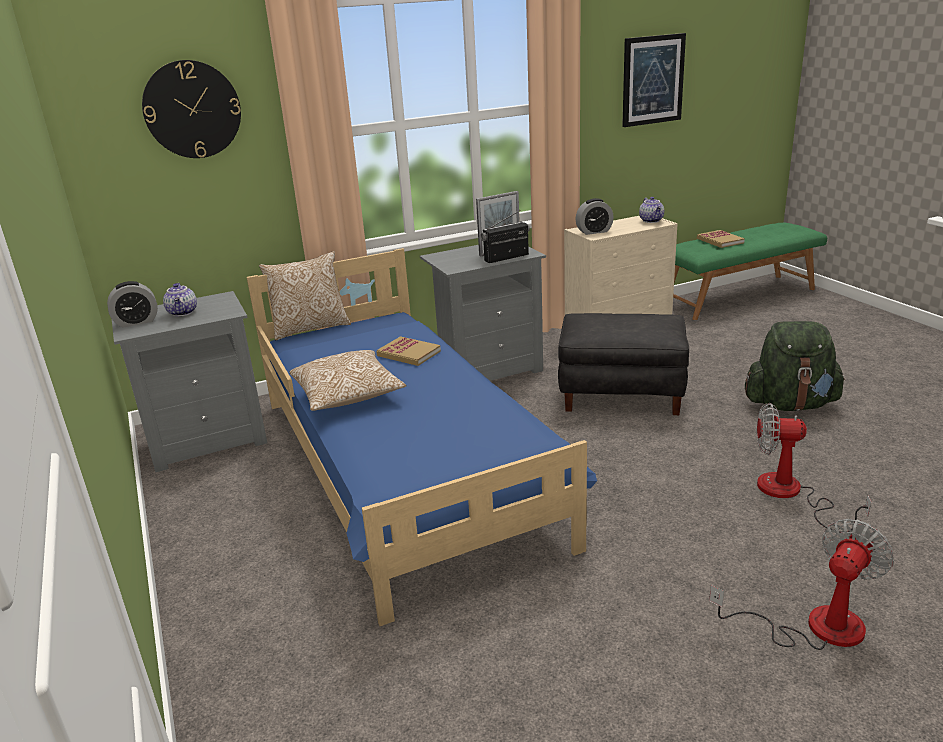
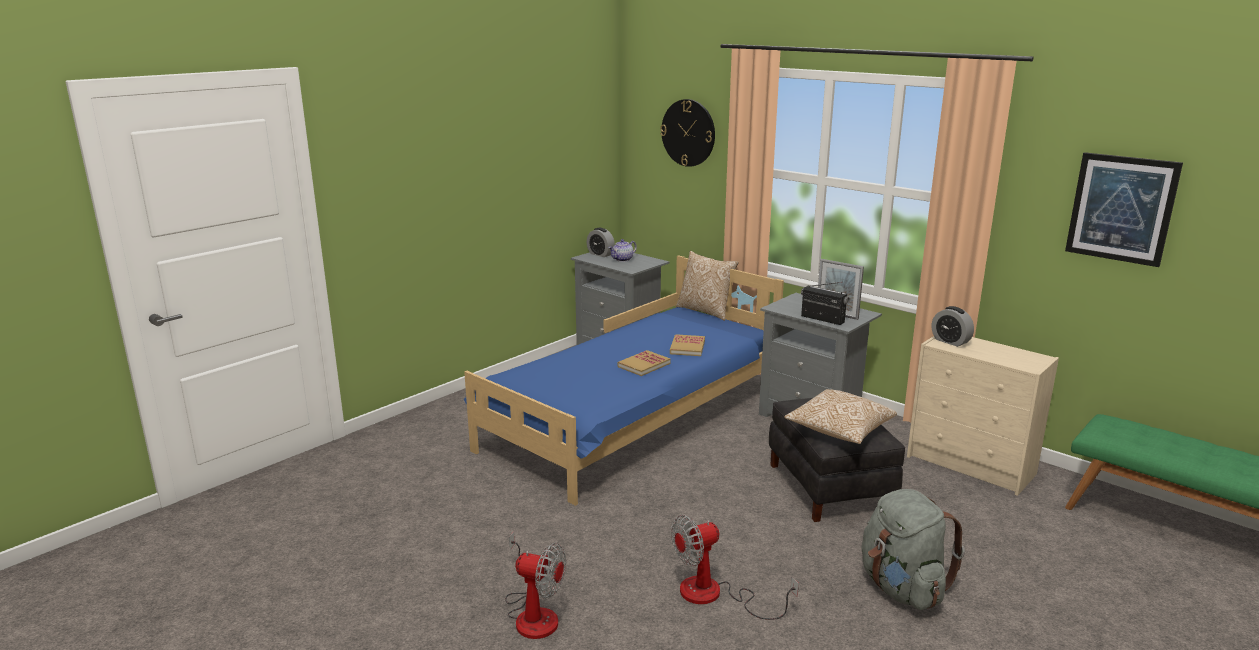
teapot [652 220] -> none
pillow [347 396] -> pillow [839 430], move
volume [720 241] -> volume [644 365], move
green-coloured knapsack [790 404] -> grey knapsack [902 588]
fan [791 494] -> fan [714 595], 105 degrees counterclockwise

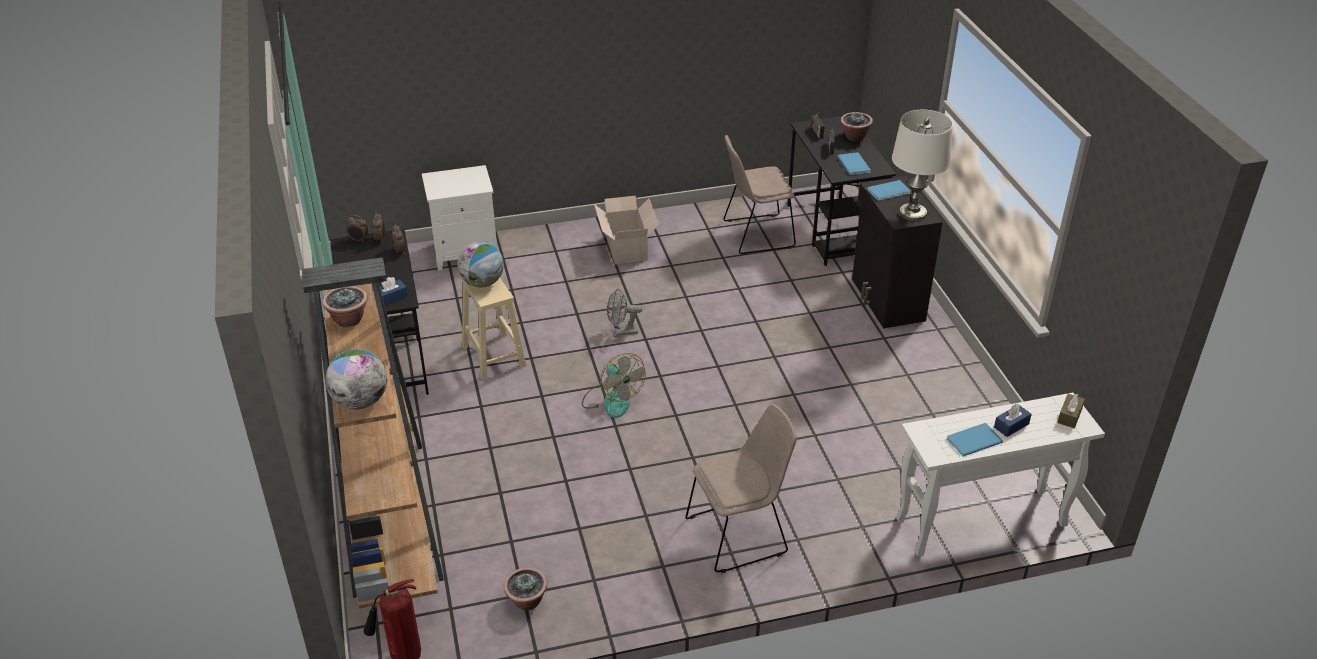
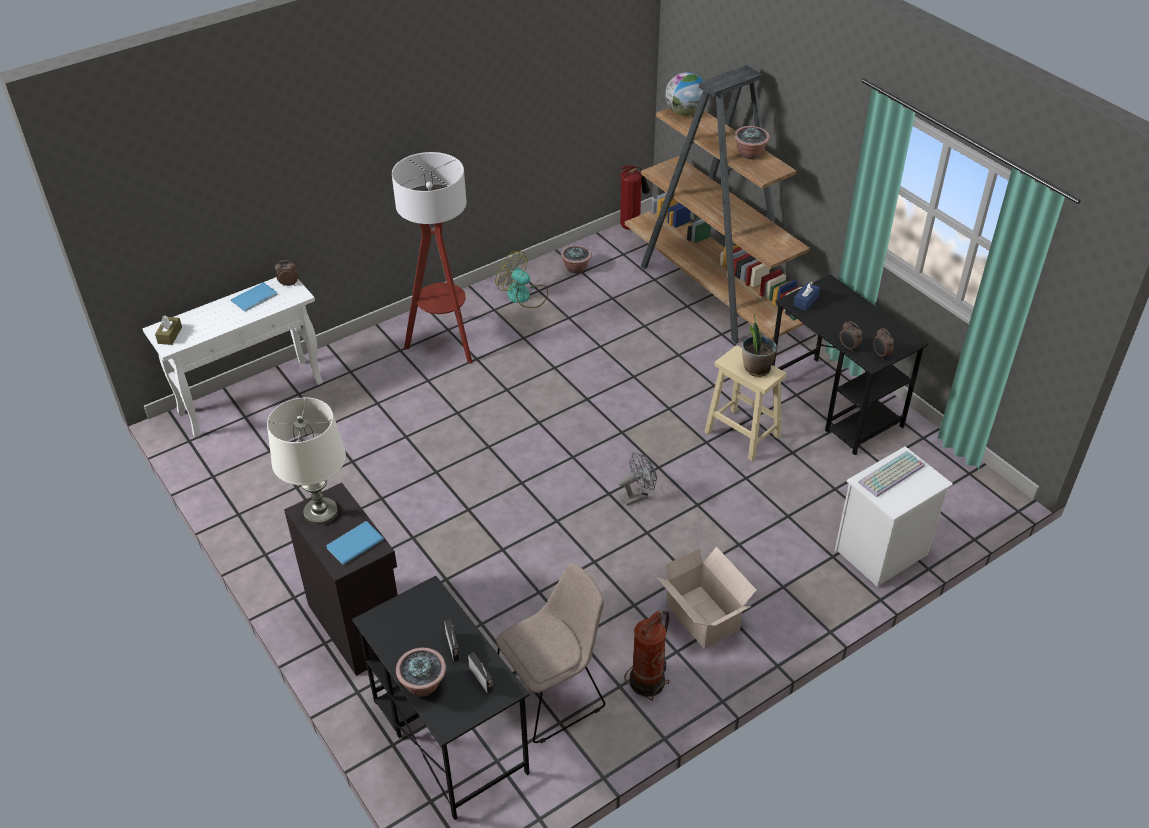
blue volume [854 164] -> none
blue tissue holder [1011 426] -> none
none -> fire extinguisher [649 681]
none -> PC keyboard [892 475]
table clock [358 240] -> table clock [289 284], move
fan [612 399] -> fan [524 296], move
world globe [482 283] -> potted plant [756 368]
beige plain chair [739 534] -> floor lamp [445 343]

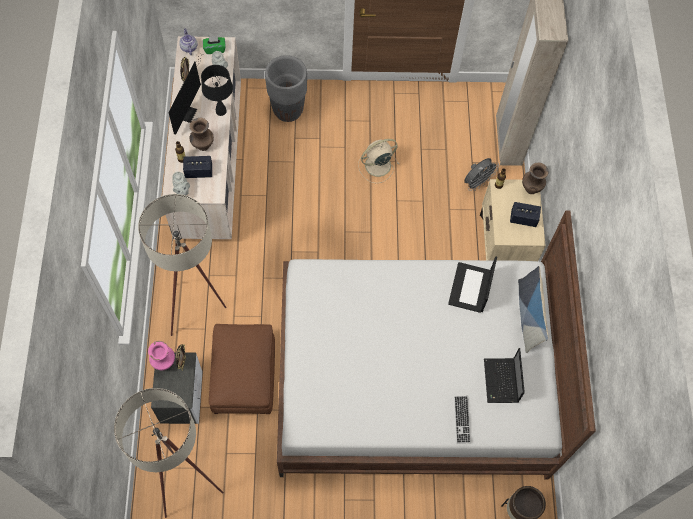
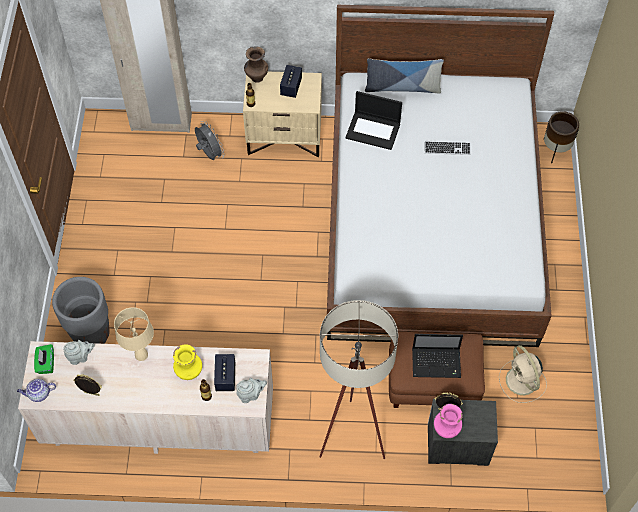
beige floor lamp [185 479] -> none
computer display [188 111] -> none
beige fan [376 166] -> beige fan [522 382], move
PC keyboard [462 420] -> PC keyboard [447 149], move
portable computer [501 382] -> portable computer [437 363], move
brown vase [203 146] -> yellowish vase [189 374]
black tabletop lamp [221 111] -> beige tabletop lamp [141 355]

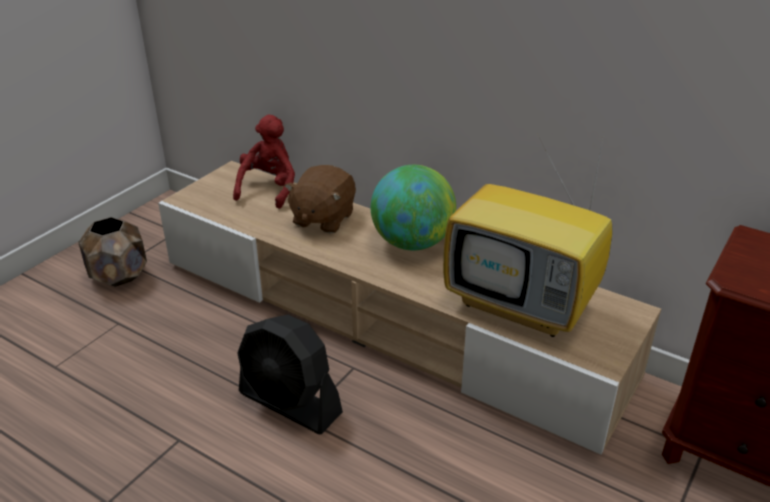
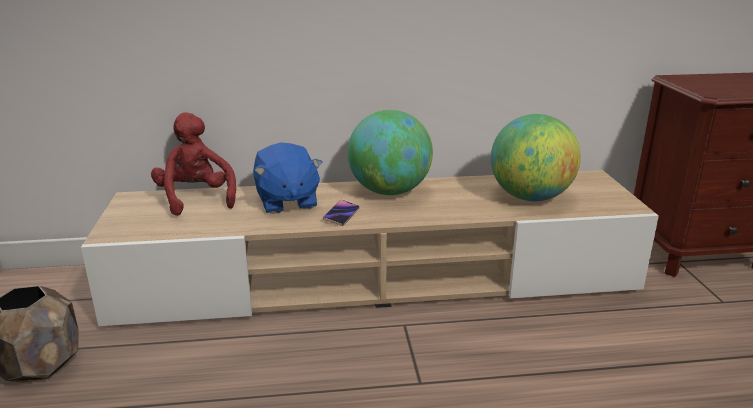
black fan [290 403] -> none
none -> phone [341 215]
television [523 305] -> world globe [530 197]
brown plush toy [322 219] -> blue plush toy [286 202]

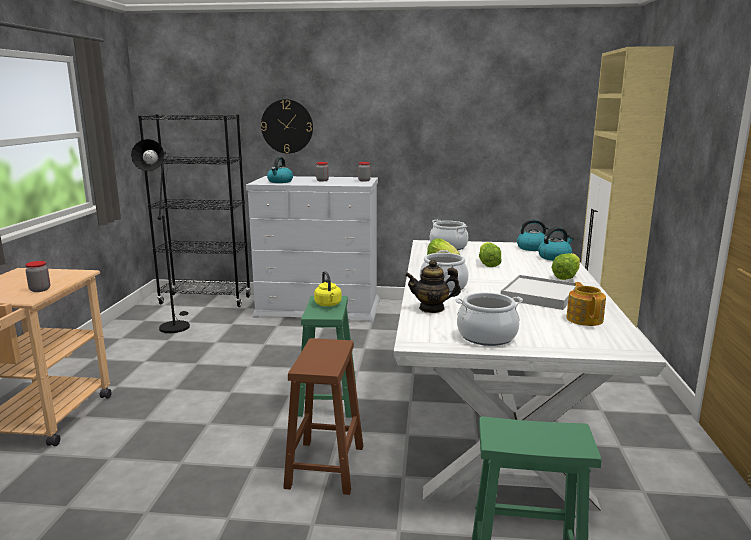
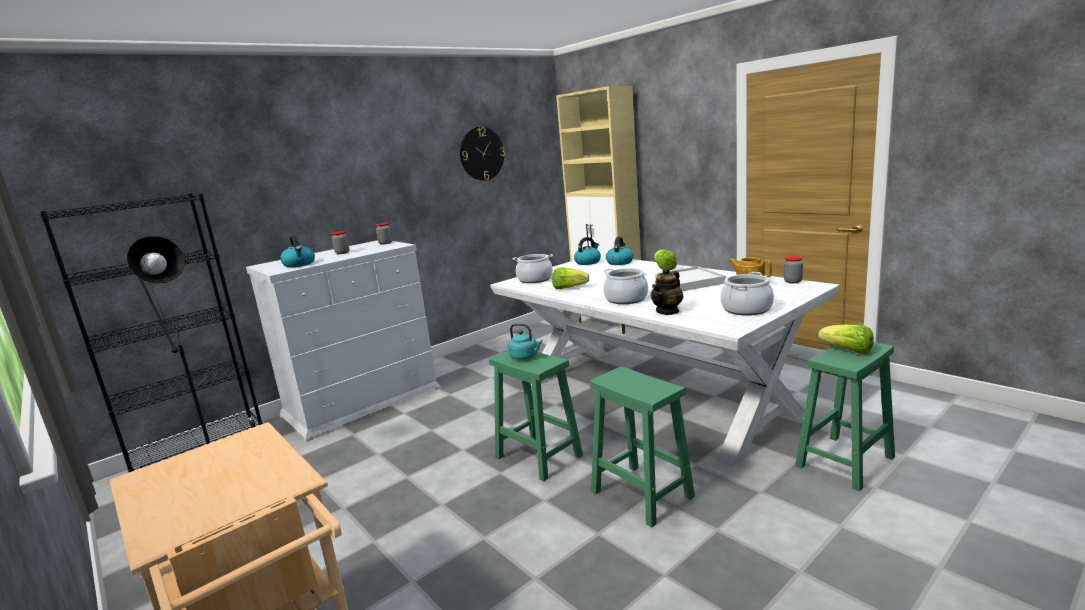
preserve jar [40 290] -> preserve jar [793 281], move
clock on the wall [287 126] -> clock on the wall [481 153], move
lettuce [488 264] -> lettuce [847 351], move
brown sitting stool [325 465] -> green-coloured sitting stool [640 493]
yellowish tea kettle [328 304] -> turquoise tea kettle [525 357]

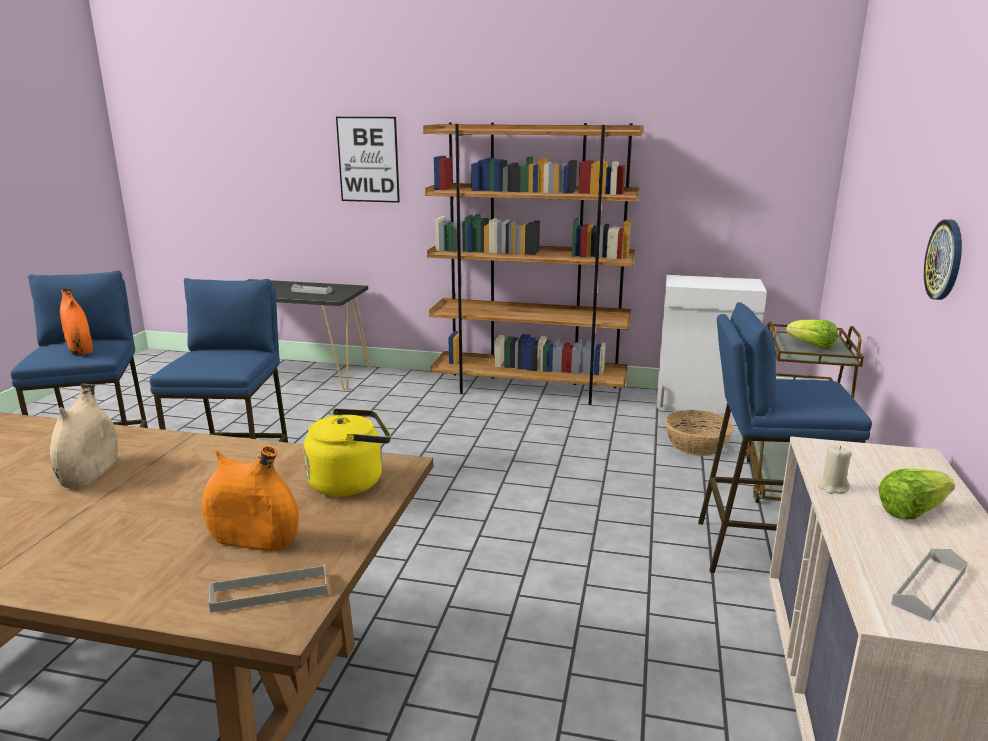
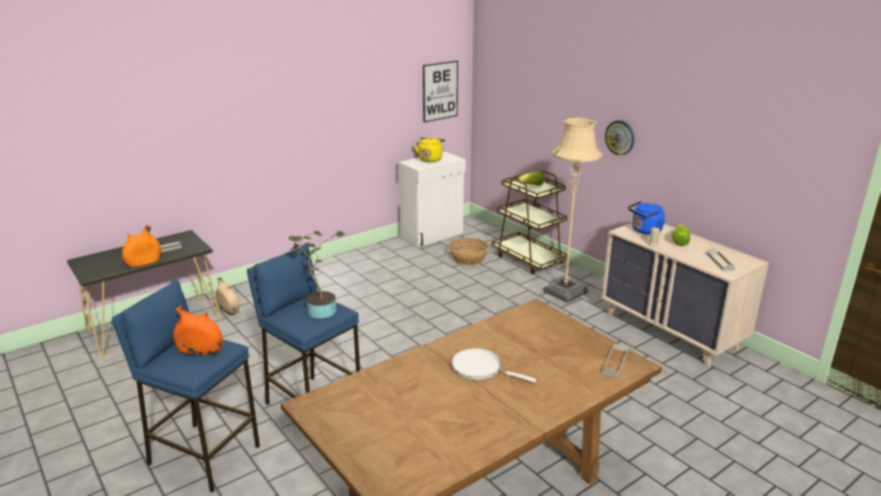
brown shelving unit [529 389] -> none
none -> potted plant [319 310]
none -> white frying pan [480 368]
none -> blue tea kettle [645 231]
beige vase [90 473] -> beige vase [228 310], move
orangey vase [254 539] -> orangey vase [144 262], move
yellowish tea kettle [351 482] -> yellowish tea kettle [430 159], move
wall art [368 159] -> wall art [440 91], move
blue sitting stool [762 549] -> beige floor lamp [565 292]

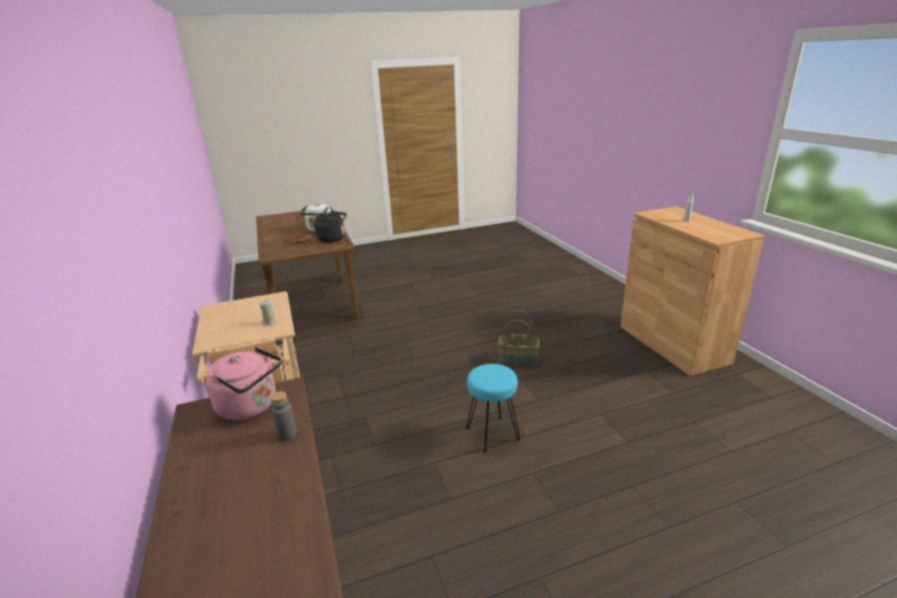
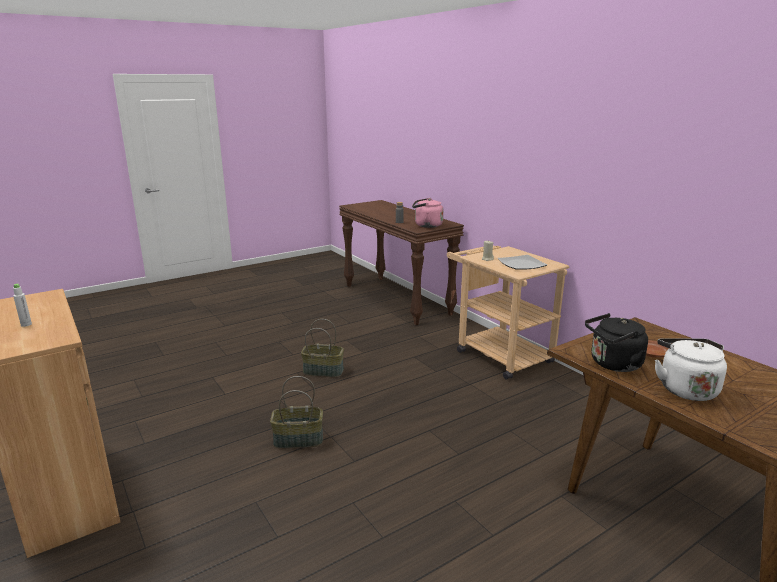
none -> dinner plate [521 264]
turquoise sitting stool [492 434] -> basket [324 371]

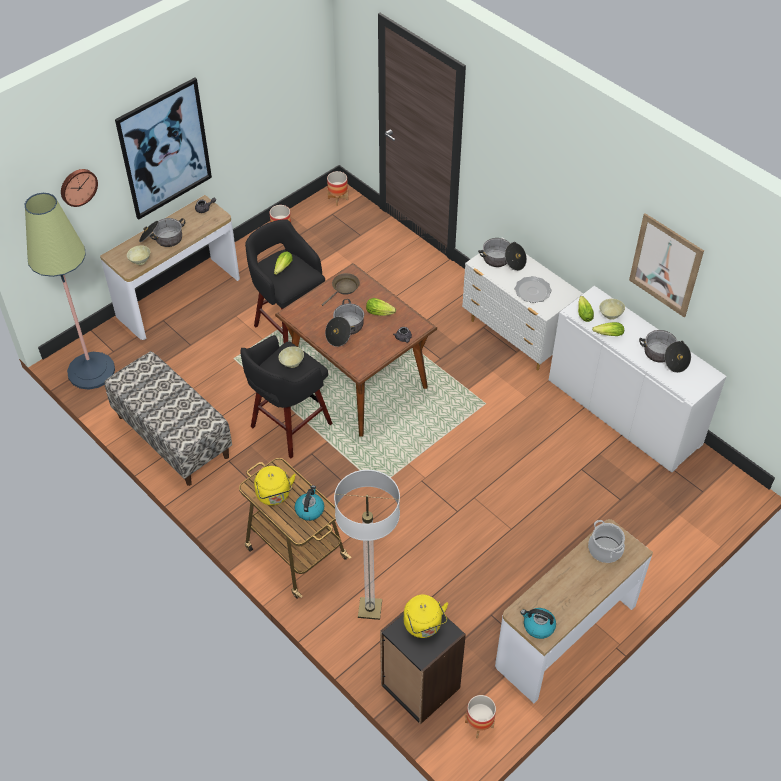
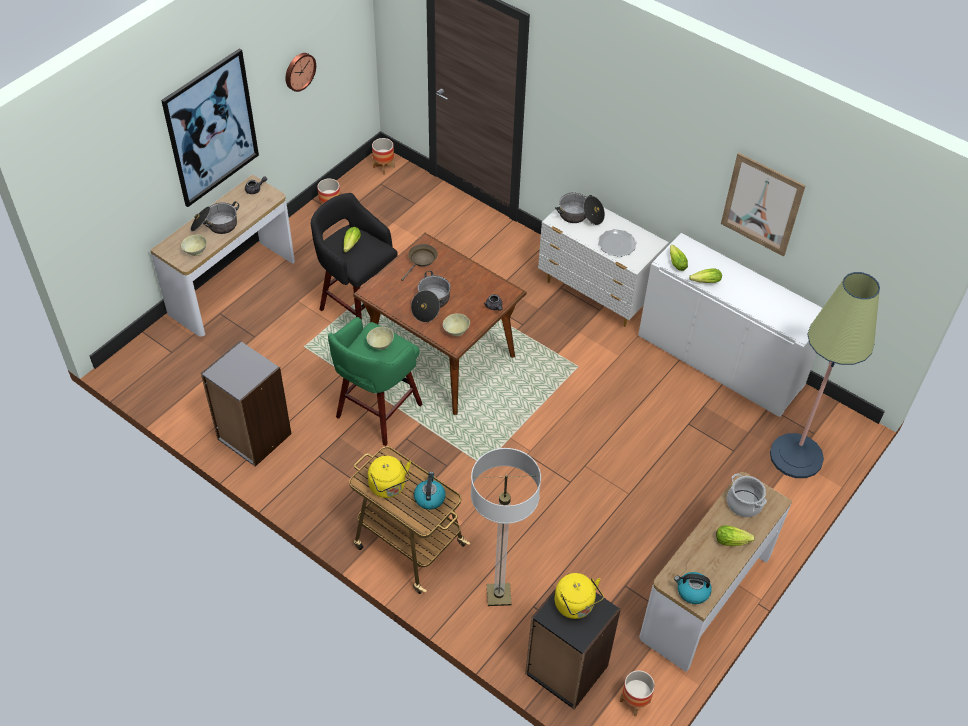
stockpot [664 357] -> none
floor lamp [91 371] -> floor lamp [796 456], move
clock on the wall [78 186] -> clock on the wall [299 71], move
lettuce [381 313] -> lettuce [733 541], move
beige bowl [610 315] -> beige bowl [456 331], move
indoor bench [172 436] -> grey shelving unit [253 437]
black sitting stool [289 427] -> green-coloured sitting stool [377 413]

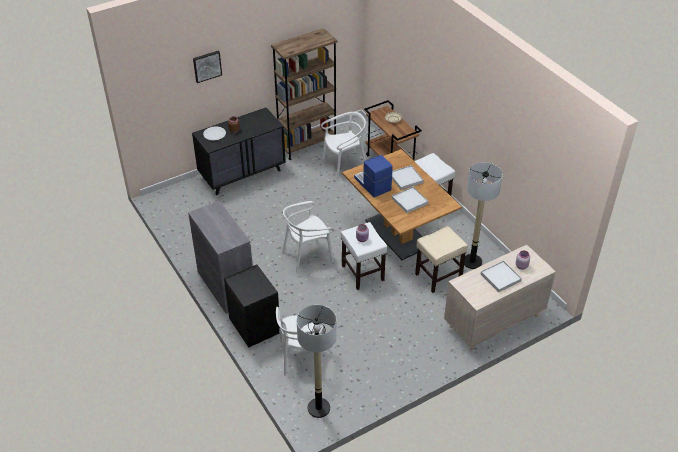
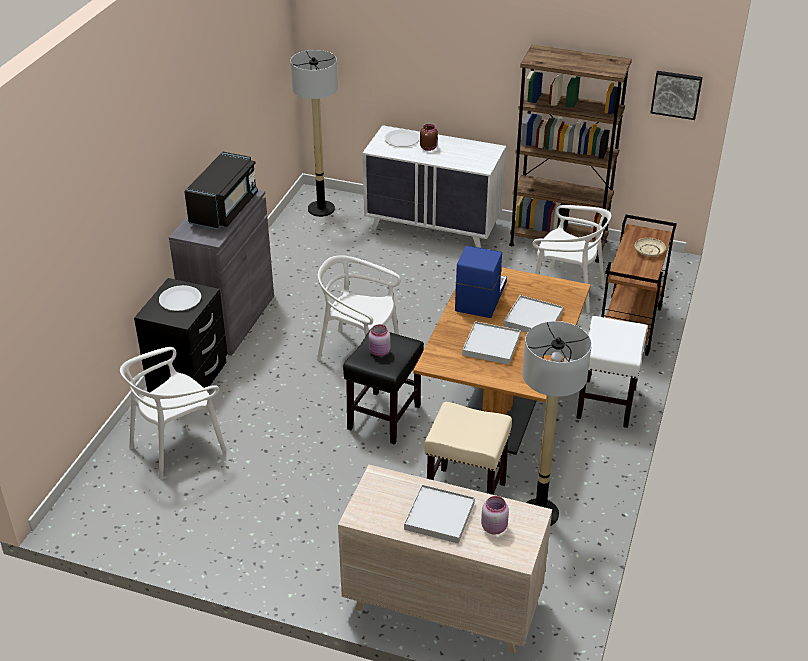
none -> white dinner plate [180 299]
none -> black microwave [224 209]
wall art [207 66] -> wall art [676 94], move
floor lamp [318 408] -> floor lamp [321 209], move
black chest of drawers [242 174] -> white chest of drawers [433 227]
white sitting stool [362 273] -> black sitting stool [384 416]

